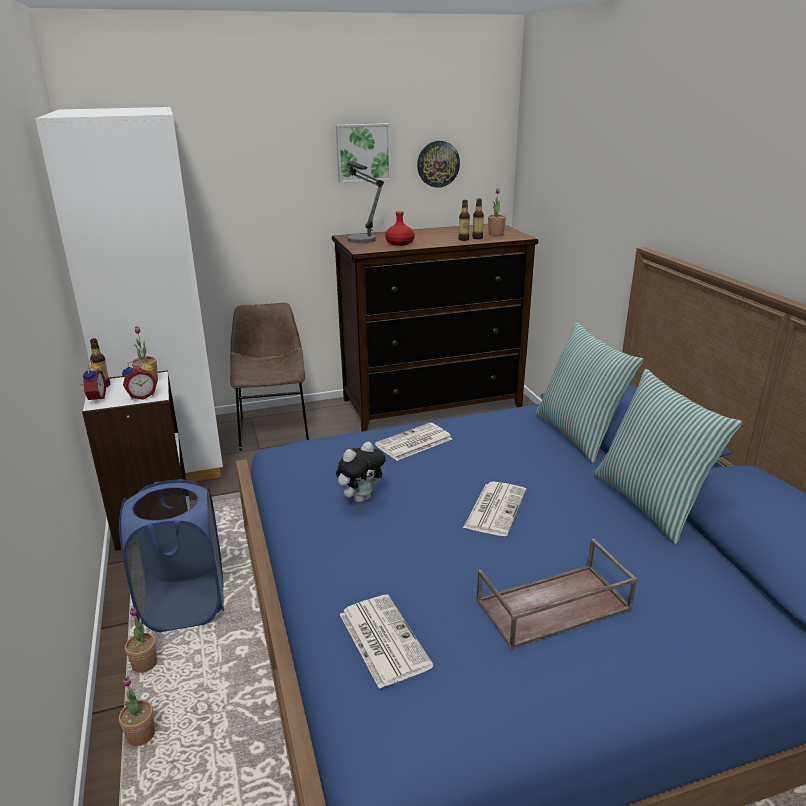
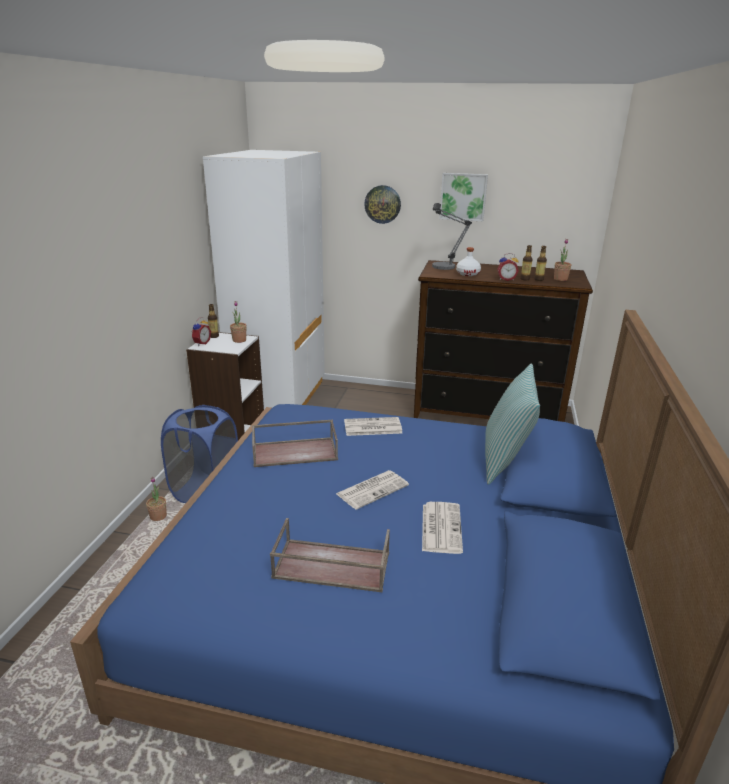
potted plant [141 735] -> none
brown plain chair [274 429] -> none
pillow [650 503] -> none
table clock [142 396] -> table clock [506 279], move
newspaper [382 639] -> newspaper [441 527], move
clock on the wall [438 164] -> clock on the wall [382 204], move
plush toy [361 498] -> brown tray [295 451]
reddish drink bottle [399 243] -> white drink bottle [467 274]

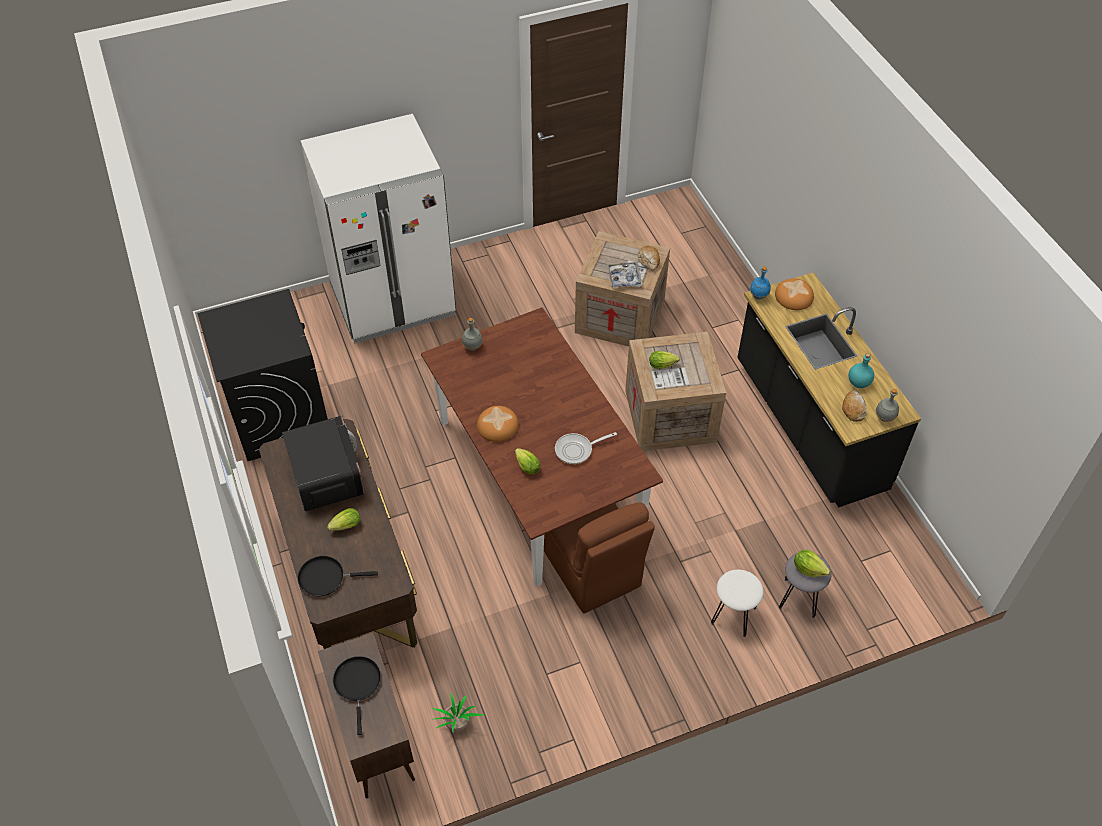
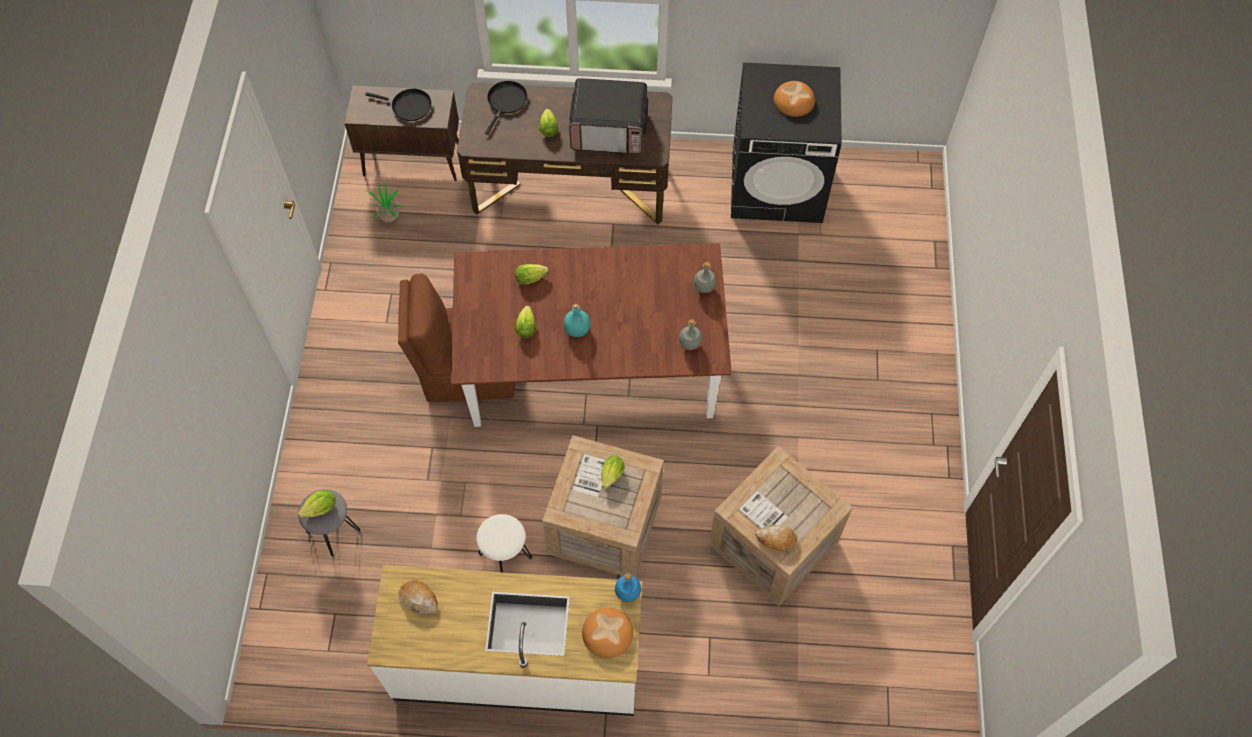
white fridge [393 300] -> none
tray [624 278] -> none
baked bread [497 425] -> baked bread [794 101], move
white sitting stool [734 615] -> white sitting stool [505 556], move
turquoise drink bottle [859 383] -> turquoise drink bottle [576 329], move
grey drink bottle [884 418] -> grey drink bottle [690 344], move
frying pan [577 450] -> lettuce [526 326]
black kitchen base unit [808 426] -> white kitchen base unit [518 662]

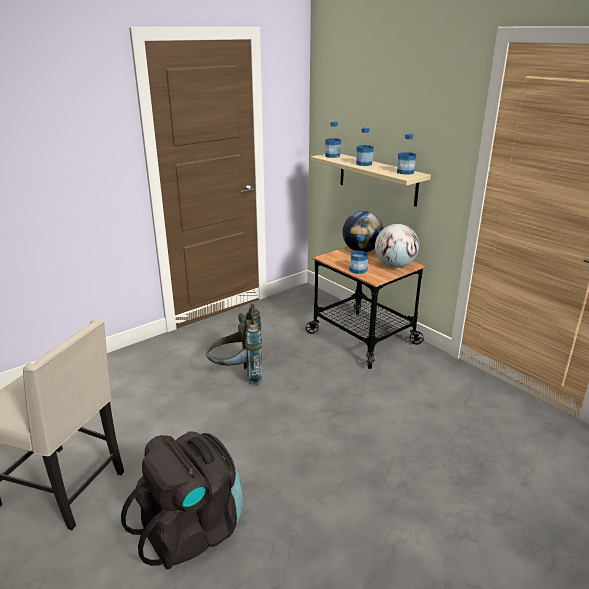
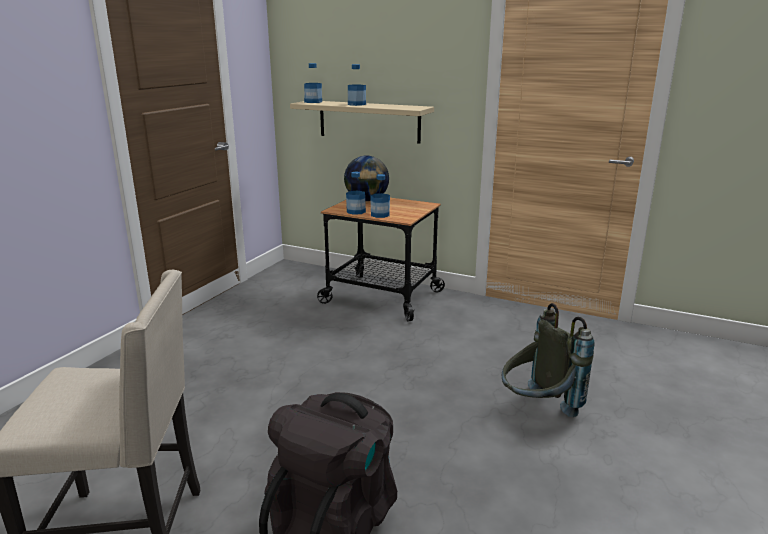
world globe [395 266] -> none
grey knapsack [237 375] -> grey knapsack [537 410], move
drink bottle [405 172] -> drink bottle [356 211], move

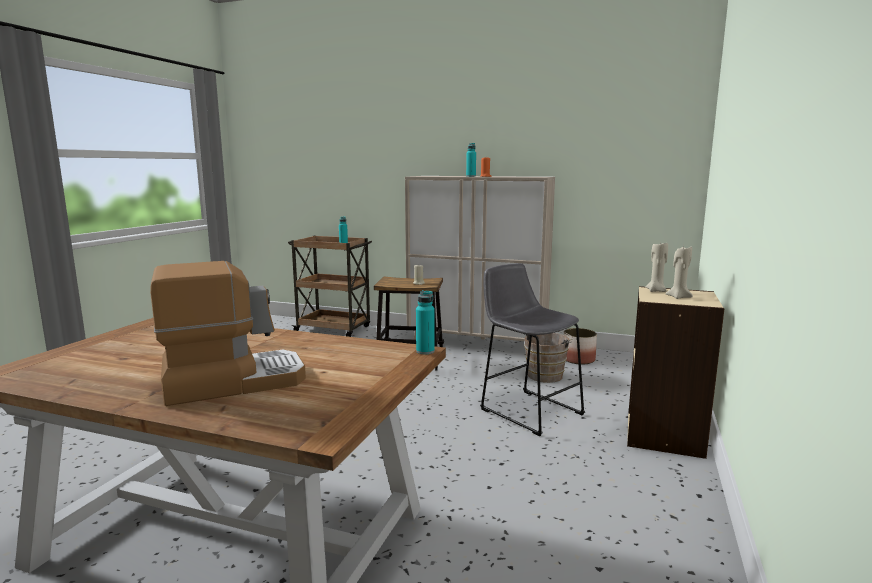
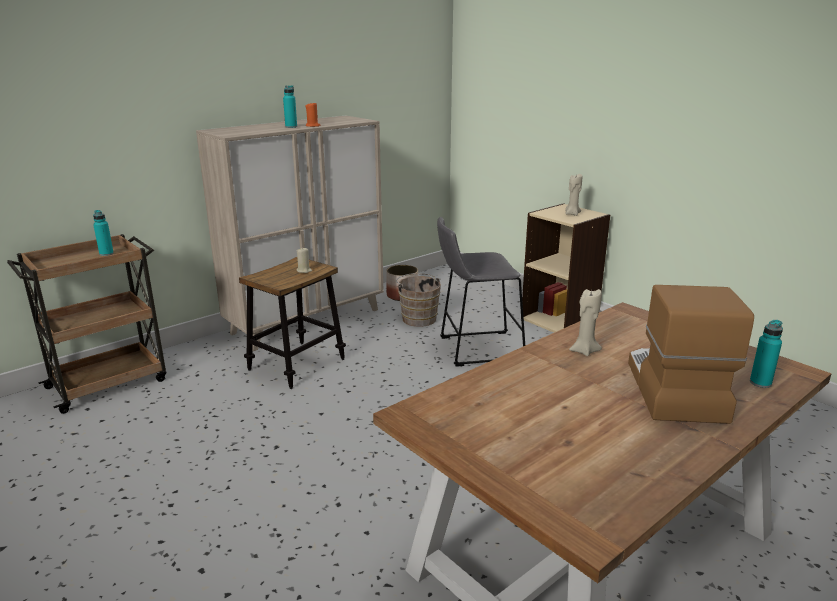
turquoise drink bottle [425 351] -> turquoise drink bottle [760 383], move
beige wax candle [656 291] -> beige wax candle [584 351], move

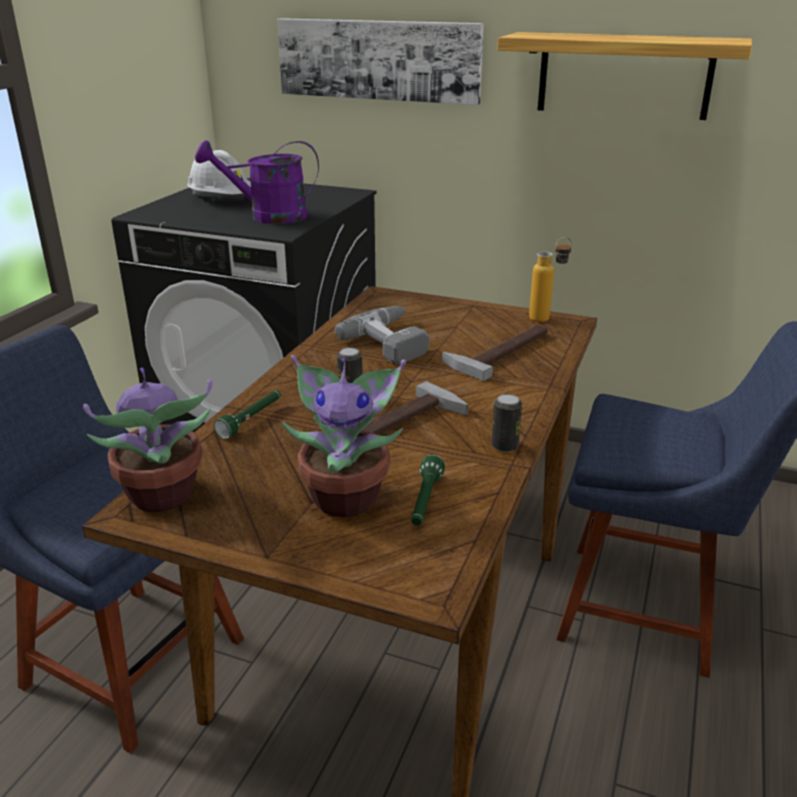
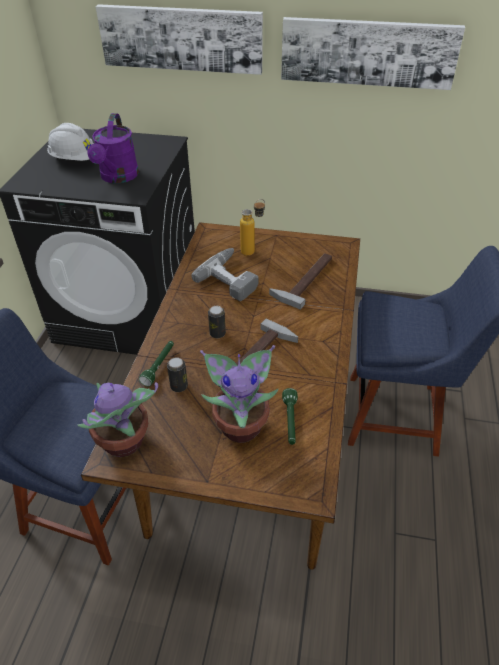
metal can [504 446] -> metal can [179 386], move
drink bottle [547 318] -> drink bottle [252 250], move
shelf [624 75] -> wall art [368 52]
purple-coloured watering pot [267 216] -> purple-coloured watering pot [118 177], 75 degrees counterclockwise

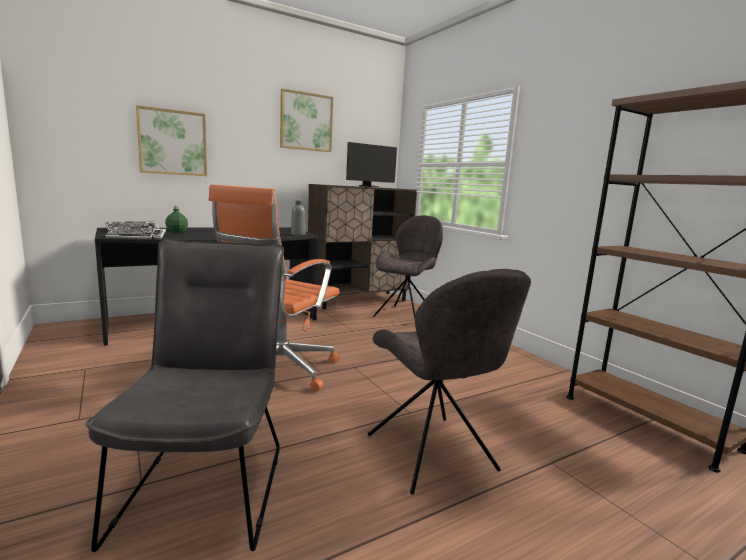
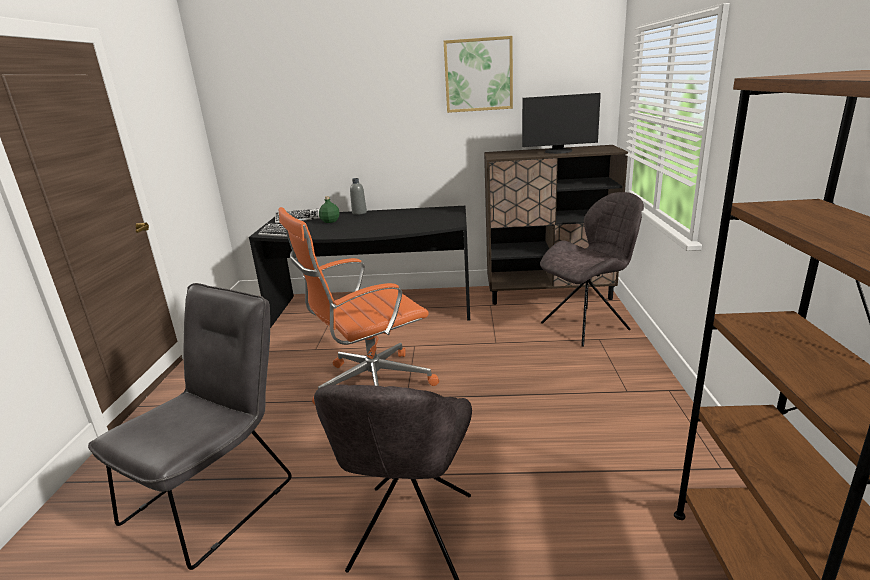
wall art [172 142] -> none
grey drink bottle [298 234] -> grey drink bottle [359 213], move

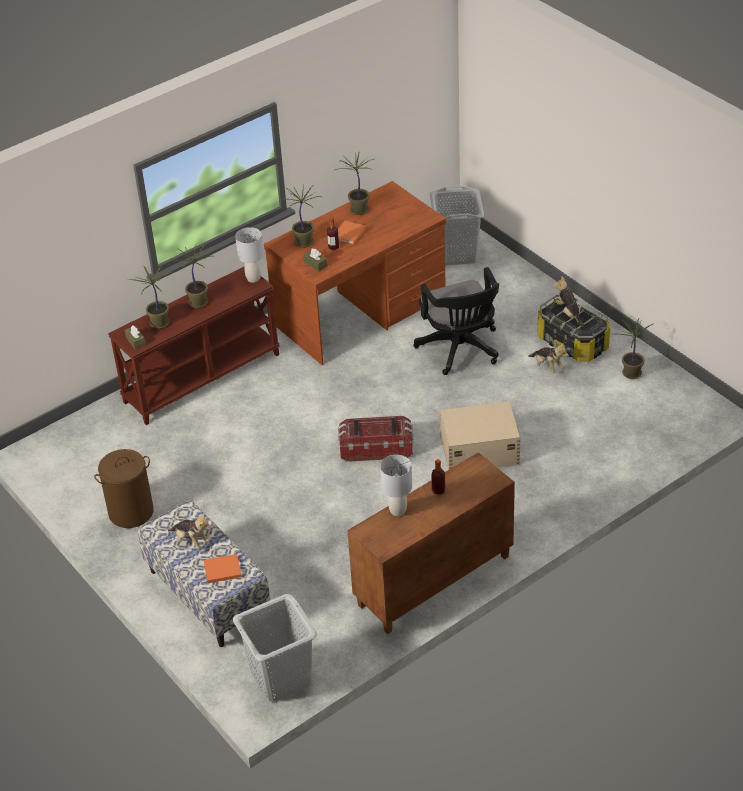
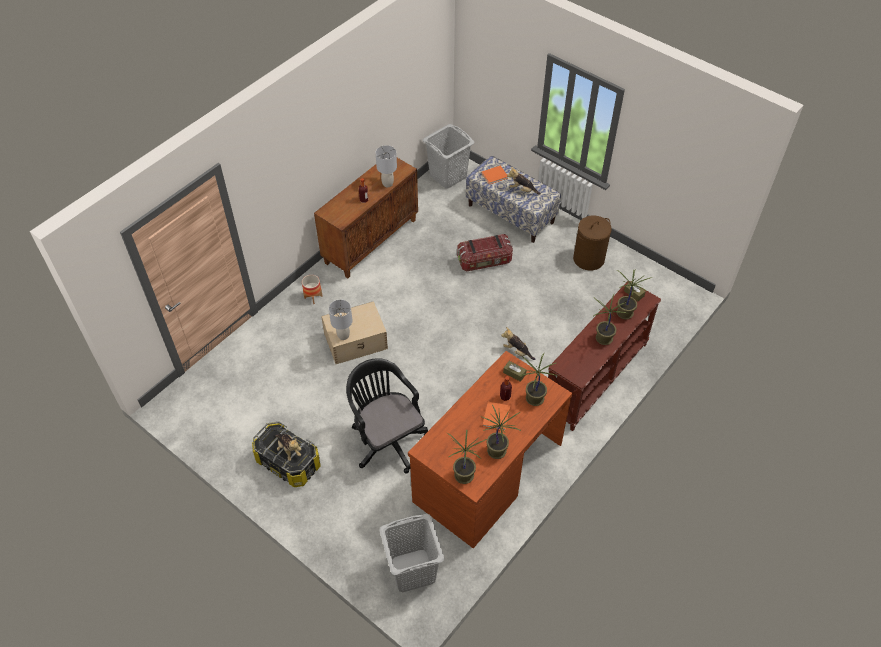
none -> plant pot [313 297]
grey tabletop lamp [253 279] -> grey tabletop lamp [343 335], move
storage box [376 449] -> storage box [484 261], move
plush toy [548 366] -> plush toy [517 351], move
potted plant [632 374] -> potted plant [463 475], move

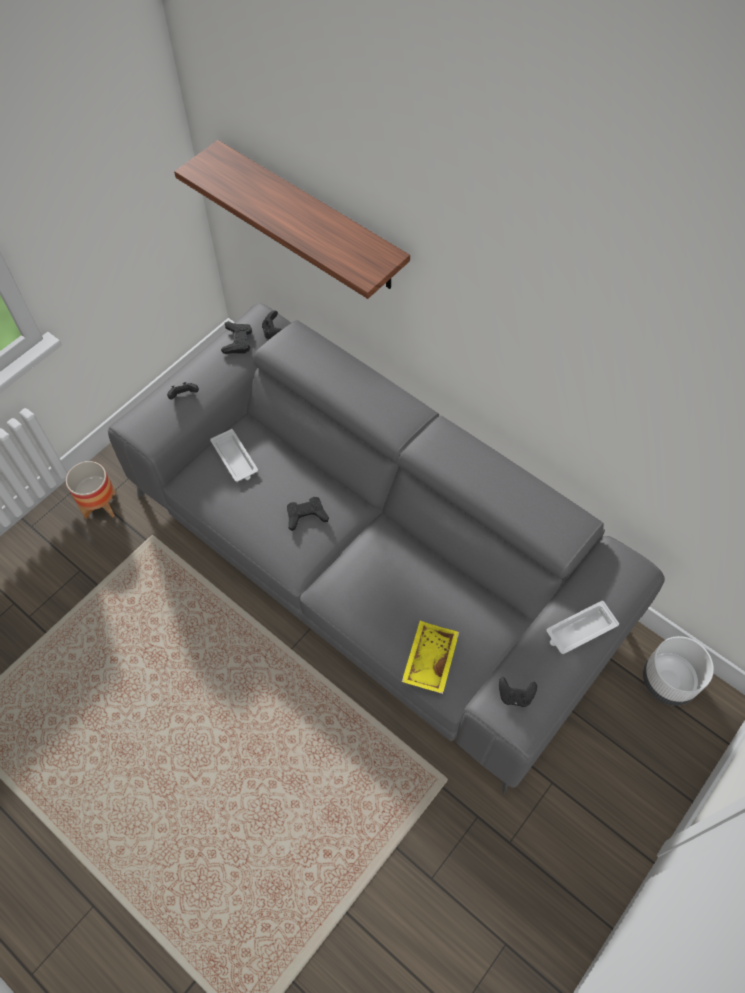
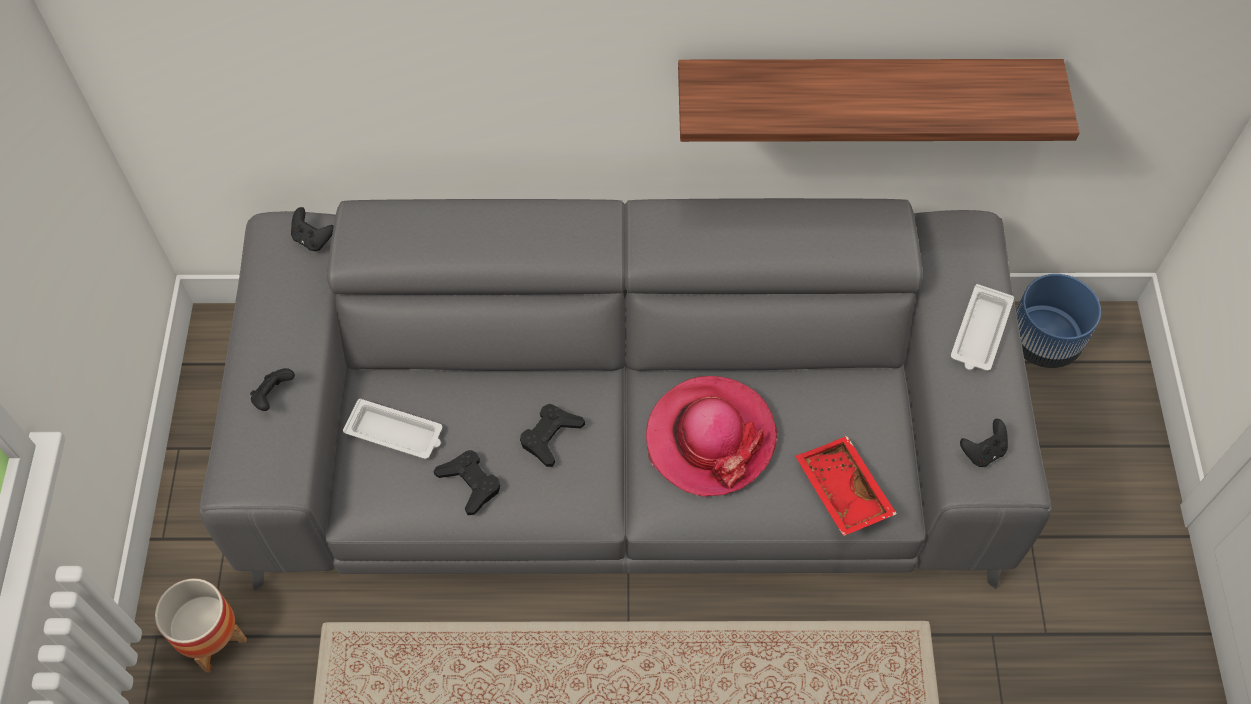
none -> wearable hat [710 438]
shelf [311 217] -> shelf [864 88], move
black gamepad [237 341] -> black gamepad [470 483], move
yellowish tray [428 659] -> reddish tray [841 491]
white plant pot [669 680] -> blue plant pot [1043 341]

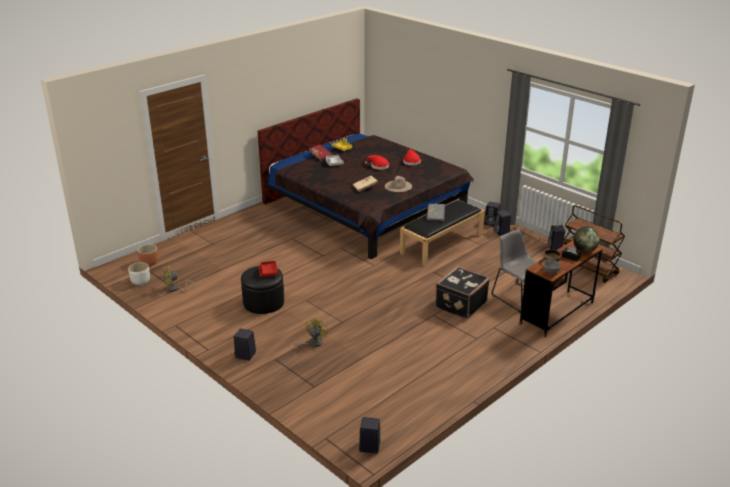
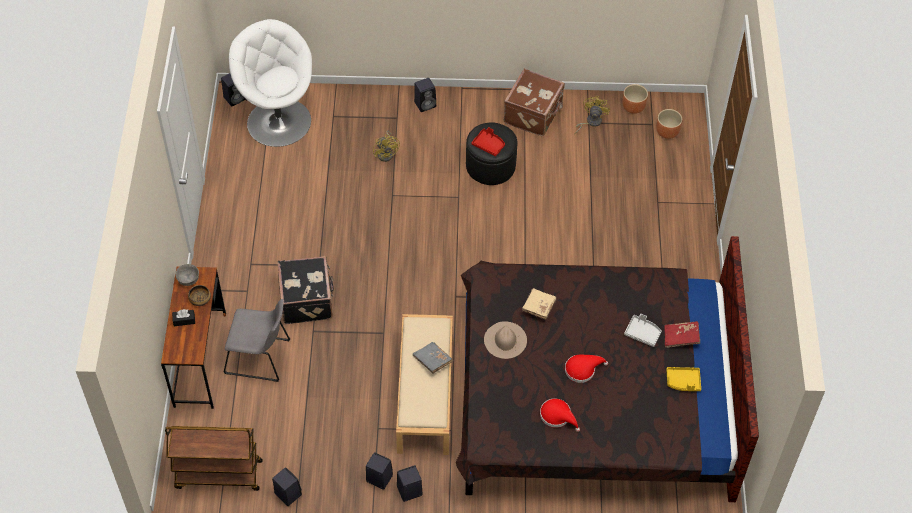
world globe [584 250] -> none
none -> white easy chair [278 121]
none -> brown suitcase [534 114]
white plant pot [141 282] -> brown plant pot [633 107]
black indoor bench [442 243] -> beige indoor bench [425 395]

